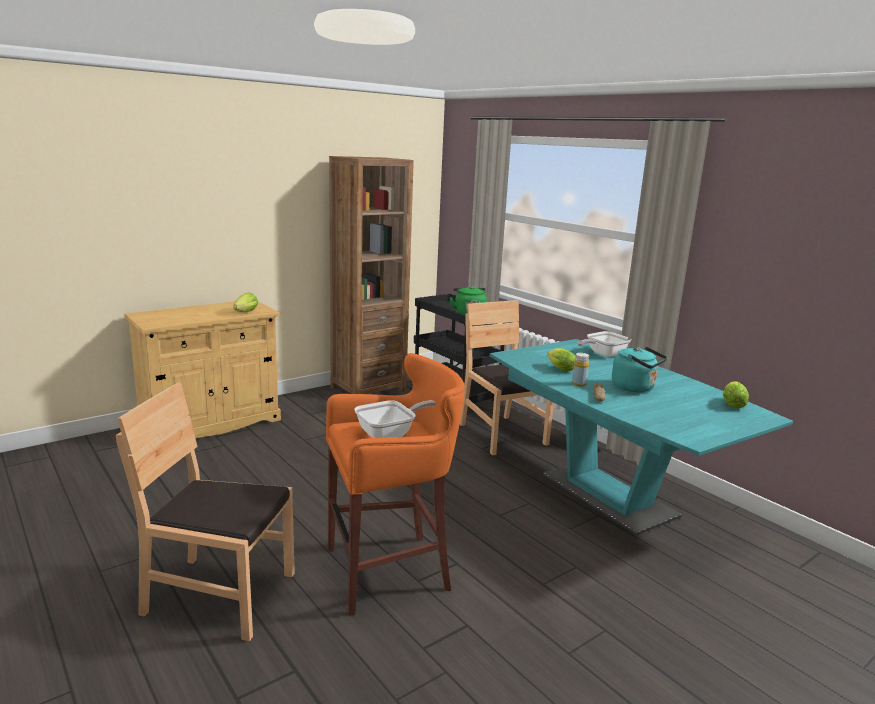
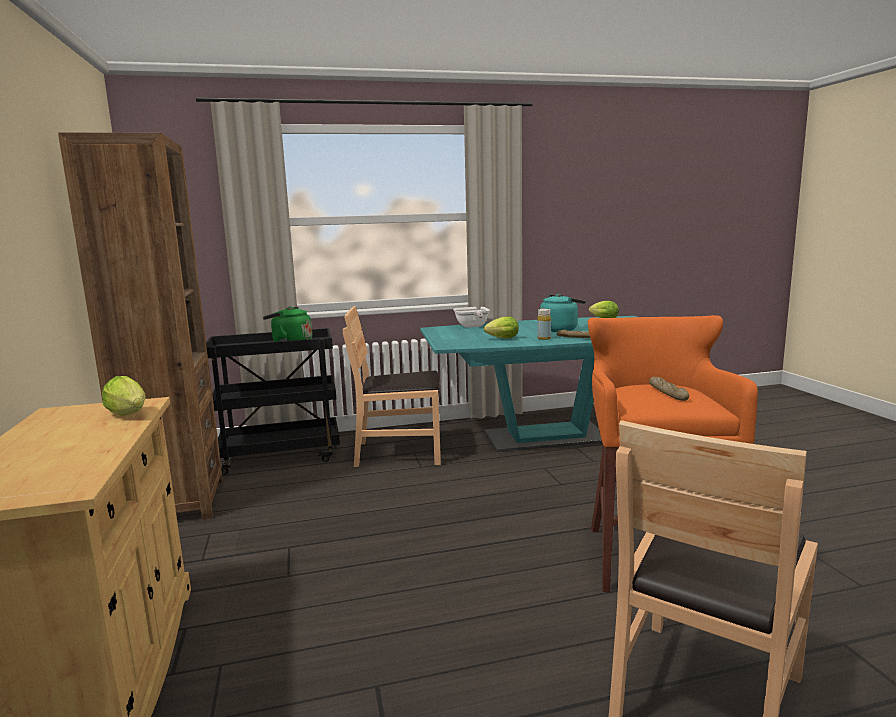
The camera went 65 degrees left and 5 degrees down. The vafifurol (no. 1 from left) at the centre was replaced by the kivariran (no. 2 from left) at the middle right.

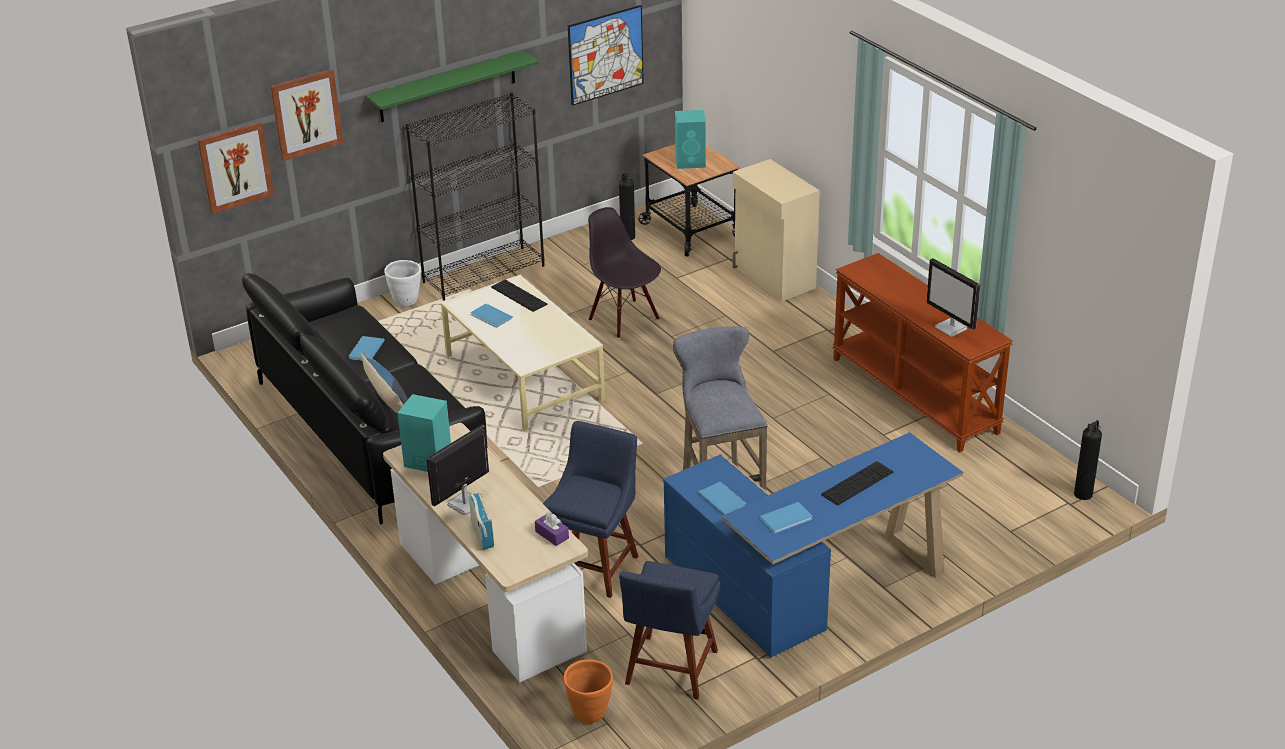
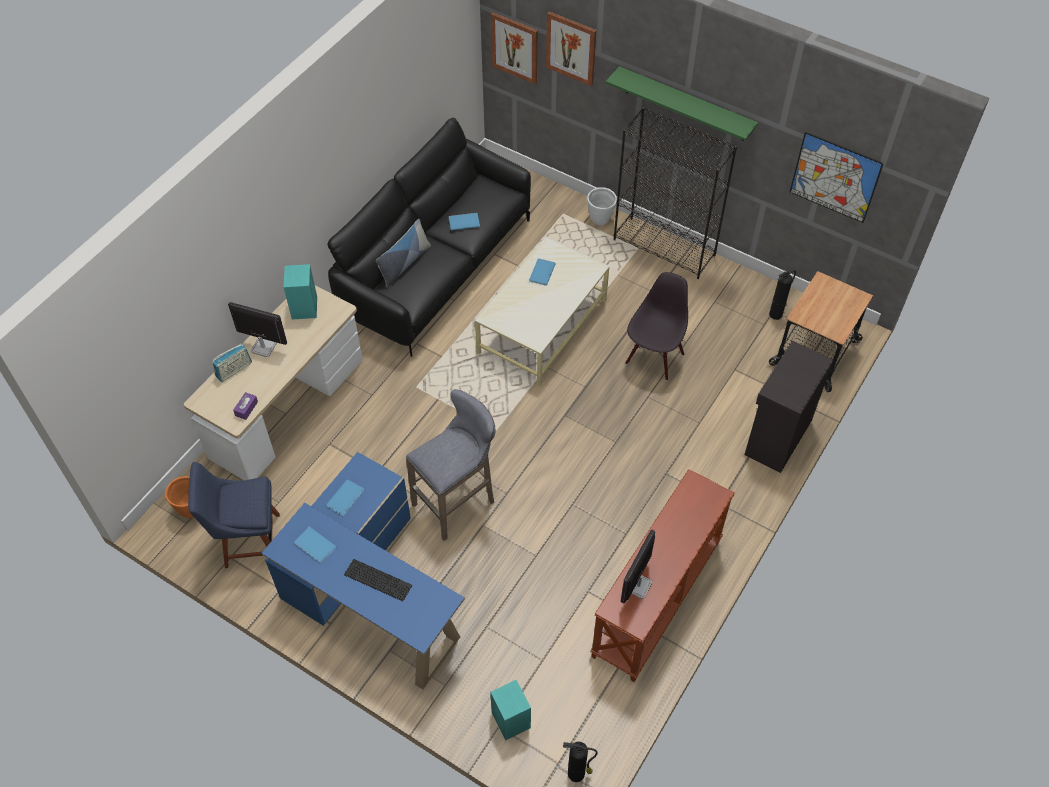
The camera went 65 degrees right and 20 degrees up. The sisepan (no. 1 from left) at the centre disappeared. The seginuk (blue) (no. 1 from left) at the bottom centre disappeared. The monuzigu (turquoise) (no. 2 from left) moved from the top centre to the bottom centre. The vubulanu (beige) at the top centre became the vubulanu (black) at the middle right.

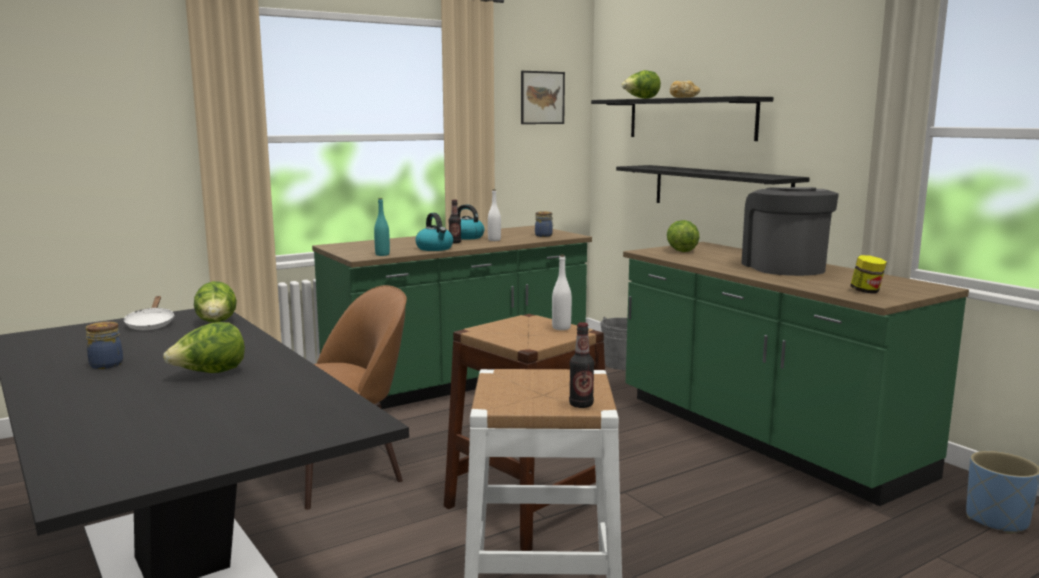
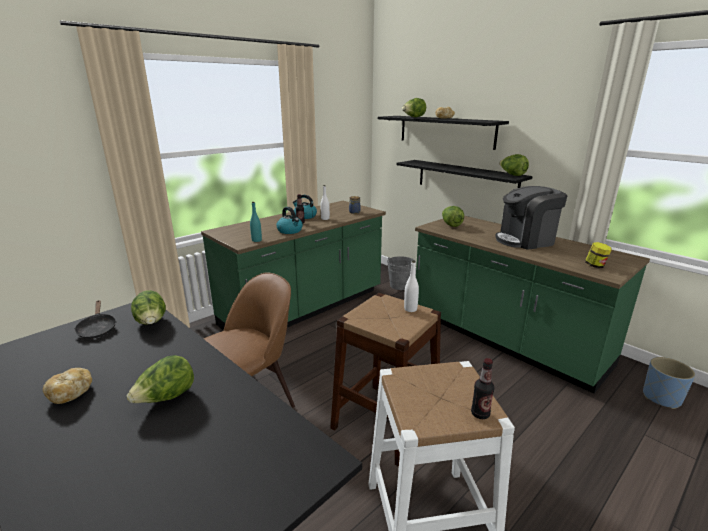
The camera went 10 degrees left and 10 degrees up. The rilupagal (no. 1 from left) at the middle left was replaced by the kivariran (no. 1 from left) at the bottom left. The vafifurol (white) at the middle left became the vafifurol (black) at the middle left. The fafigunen at the top centre disappeared. The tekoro at the middle right turned 90 degrees counterclockwise. The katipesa (no. 5 from left) at the top right appeared.

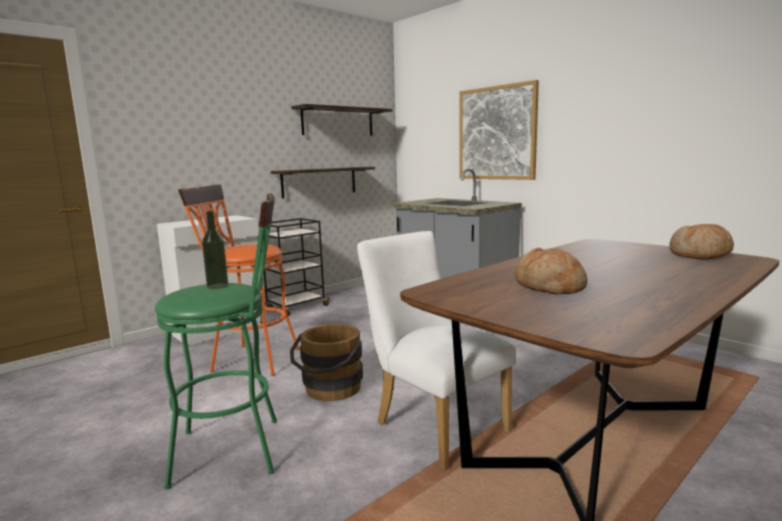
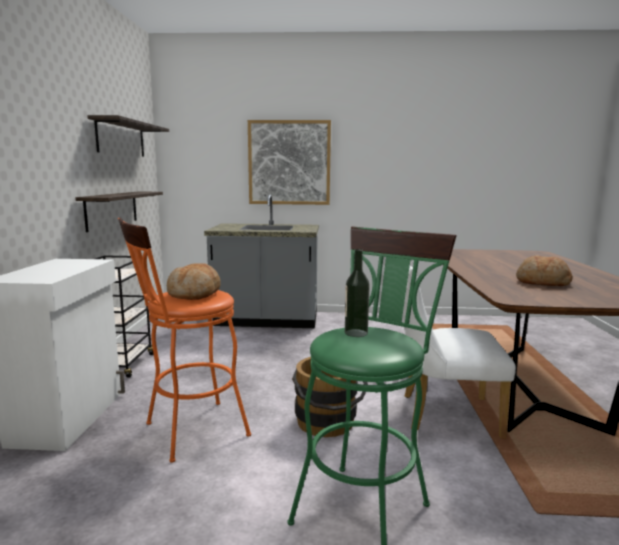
The camera went 45 degrees left and 0 degrees up. The kivariran (no. 2 from left in the first image) moved from the middle right to the middle left.

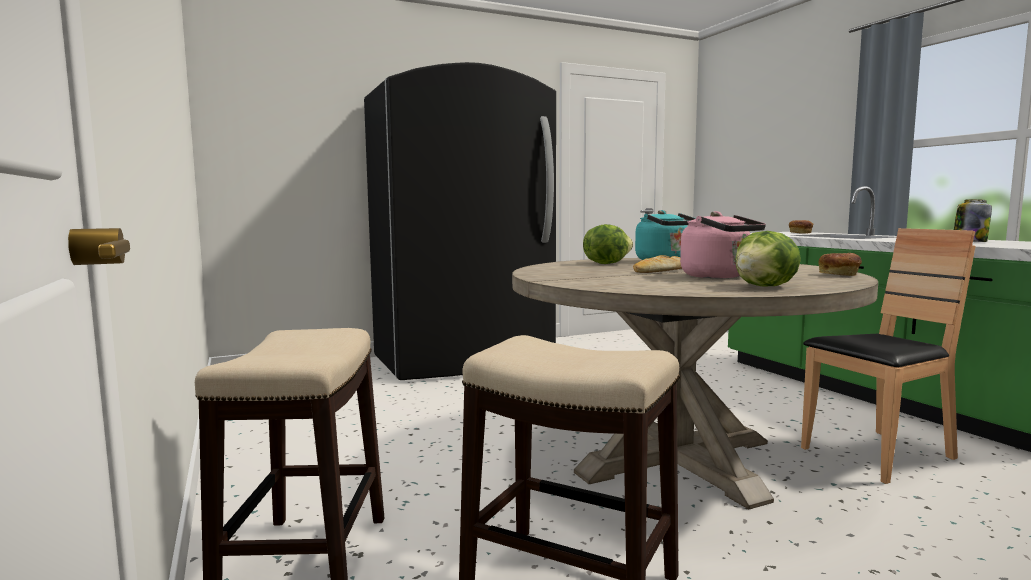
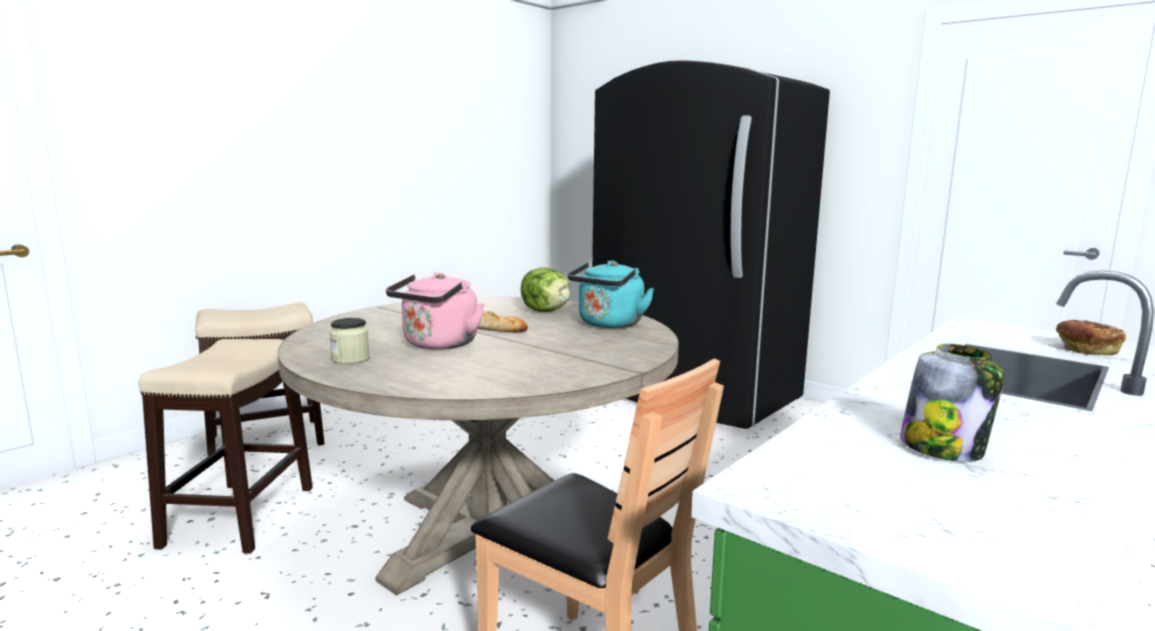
The camera went 65 degrees right and 5 degrees up. The katipesa (no. 2 from left) at the middle right was replaced by the rilupagal (no. 1 from left) at the middle left. The kivariran (no. 3 from left) at the middle right disappeared.

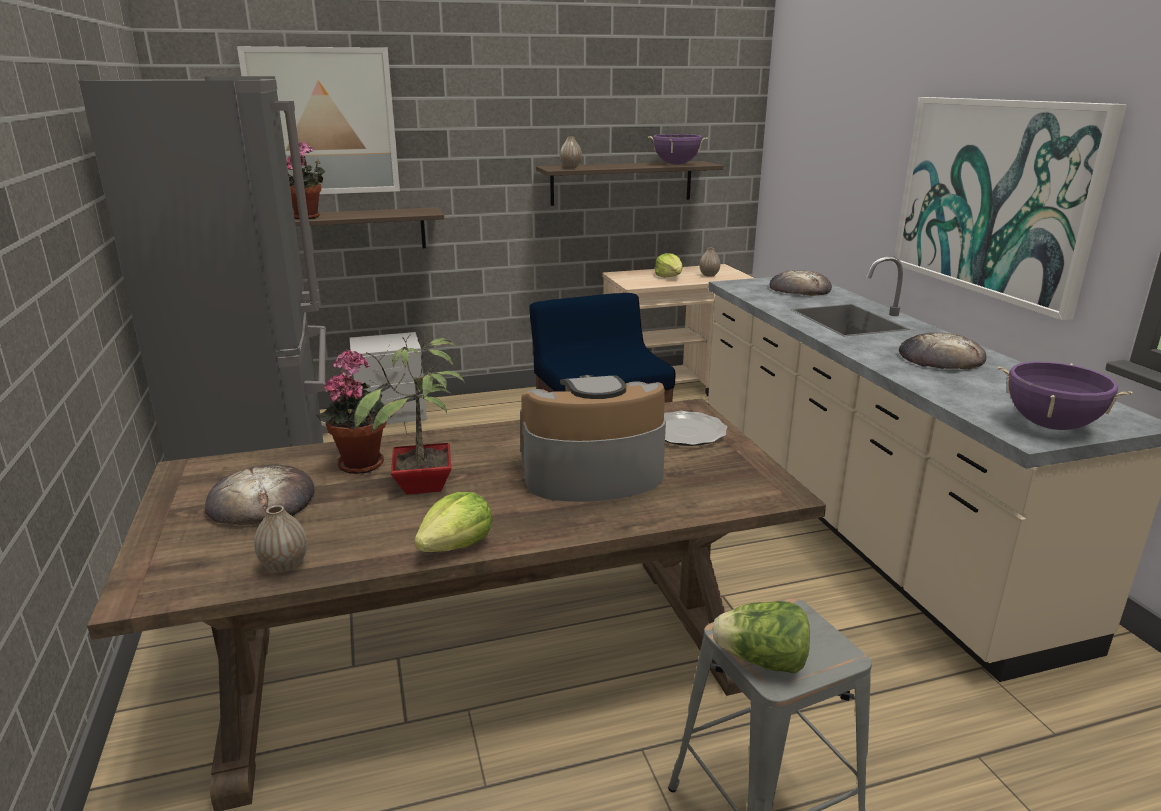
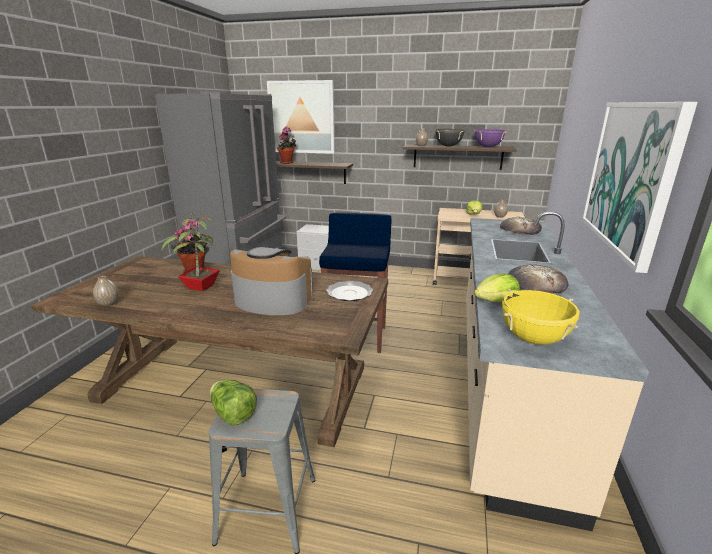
The camera went 30 degrees right and 0 degrees up. The kivariran (no. 1 from left) at the middle left disappeared. The katipesa (no. 1 from left in the first image) moved from the centre to the middle right. The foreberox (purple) (no. 2 from left) at the middle right became the foreberox (yellow) at the middle right. The foreberox (black) at the top centre appeared.

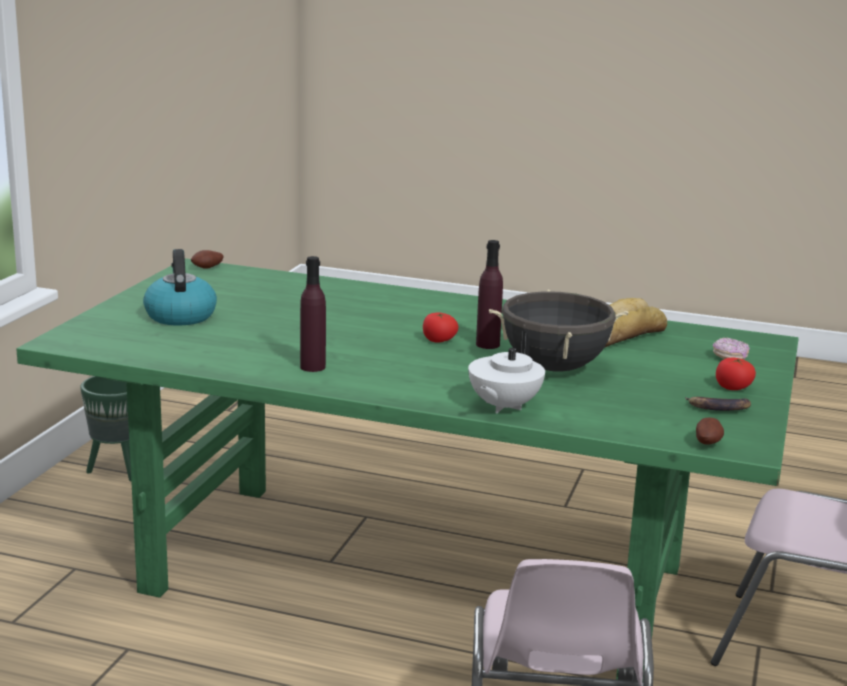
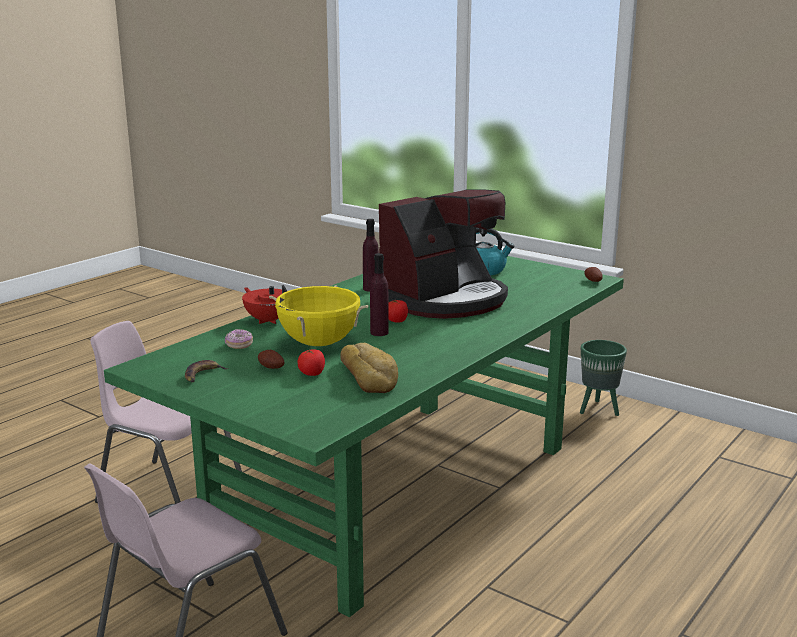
The camera went 110 degrees right and 0 degrees up. The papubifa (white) at the centre became the papubifa (red) at the middle left. The foreberox (black) at the centre became the foreberox (yellow) at the centre. The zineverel (no. 2 from left in the first image) moved from the middle right to the centre. The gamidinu moved from the middle right to the middle left. The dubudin (no. 2 from left in the first image) moved from the middle right to the centre. The tekoro at the centre appeared.

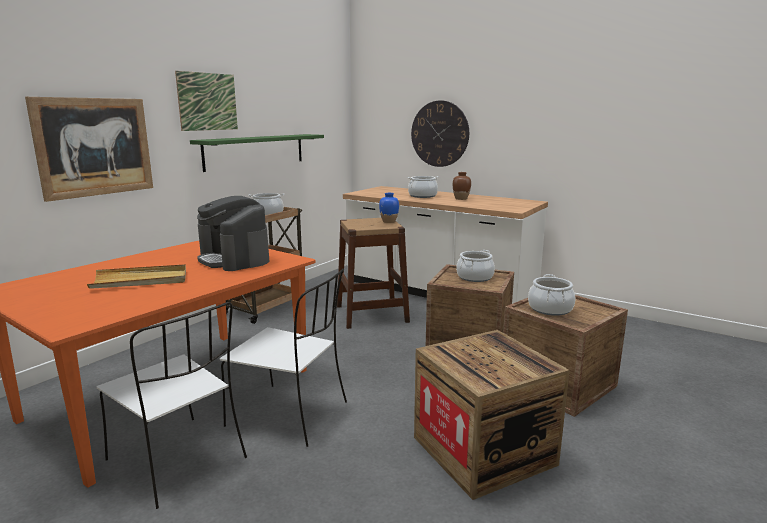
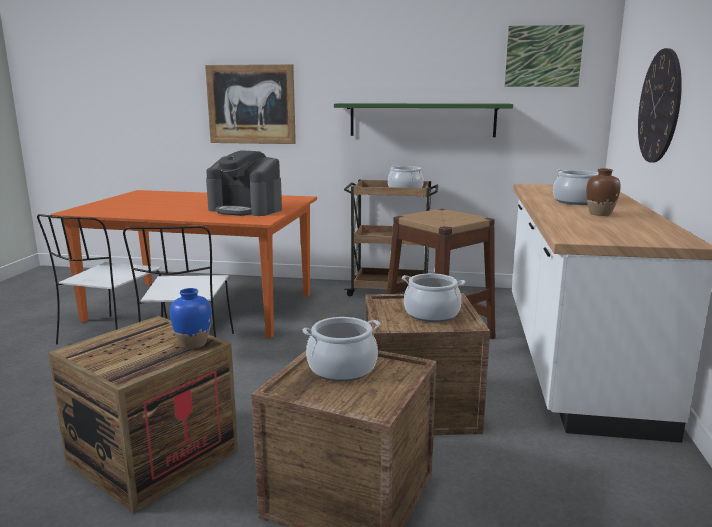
The camera went 65 degrees right and 0 degrees up. The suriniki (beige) at the middle left disappeared. The fafigunen (no. 2 from left) moved from the top left to the top right. The tekoro at the middle left turned 90 degrees counterclockwise. The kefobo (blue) moved from the centre to the middle left.

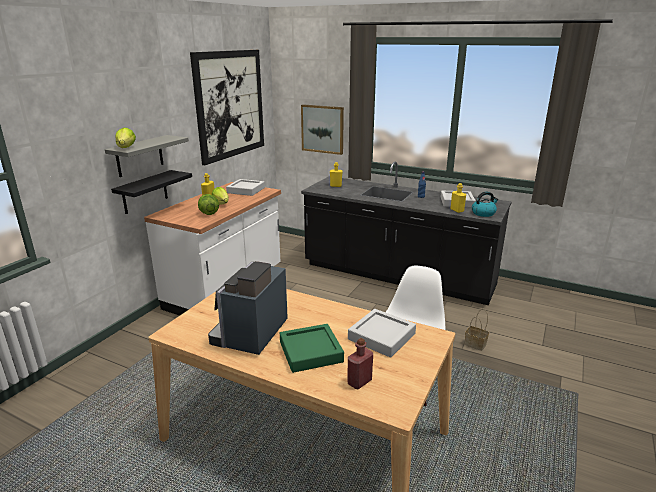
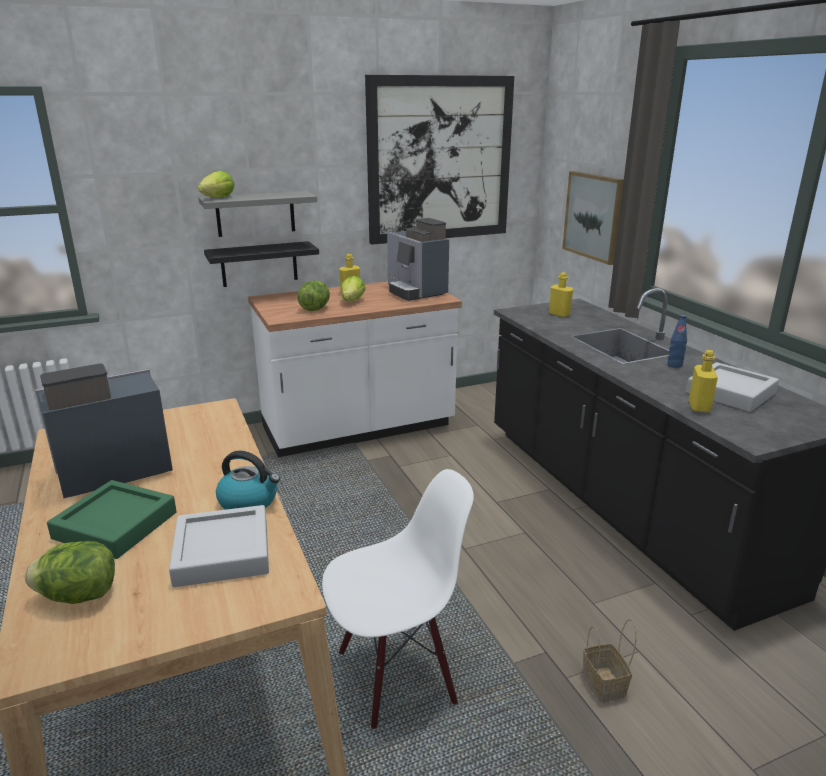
The camera went 40 degrees right and 0 degrees up. The suriniki (grey) (no. 1 from left) at the centre was replaced by the tekoro (no. 2 from left) at the centre. The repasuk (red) at the bottom centre was replaced by the katipesa (no. 1 from left) at the bottom left. The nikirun moved from the middle right to the middle left.

